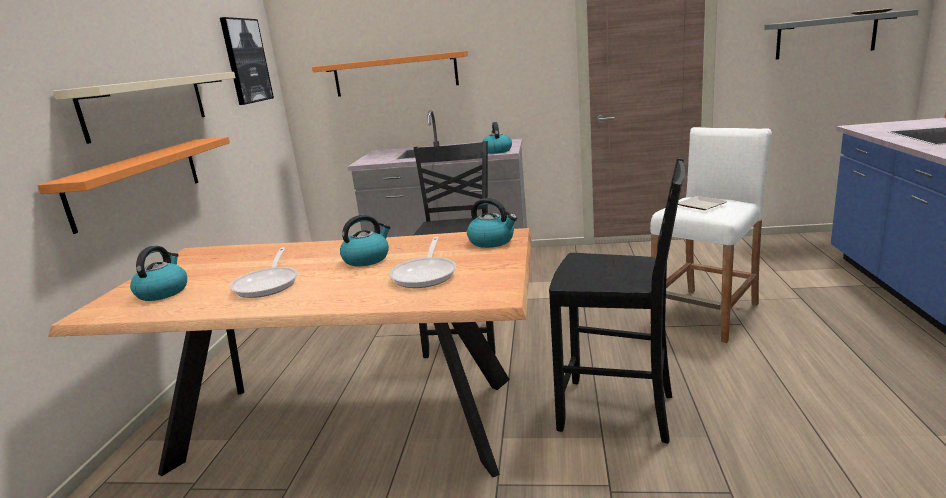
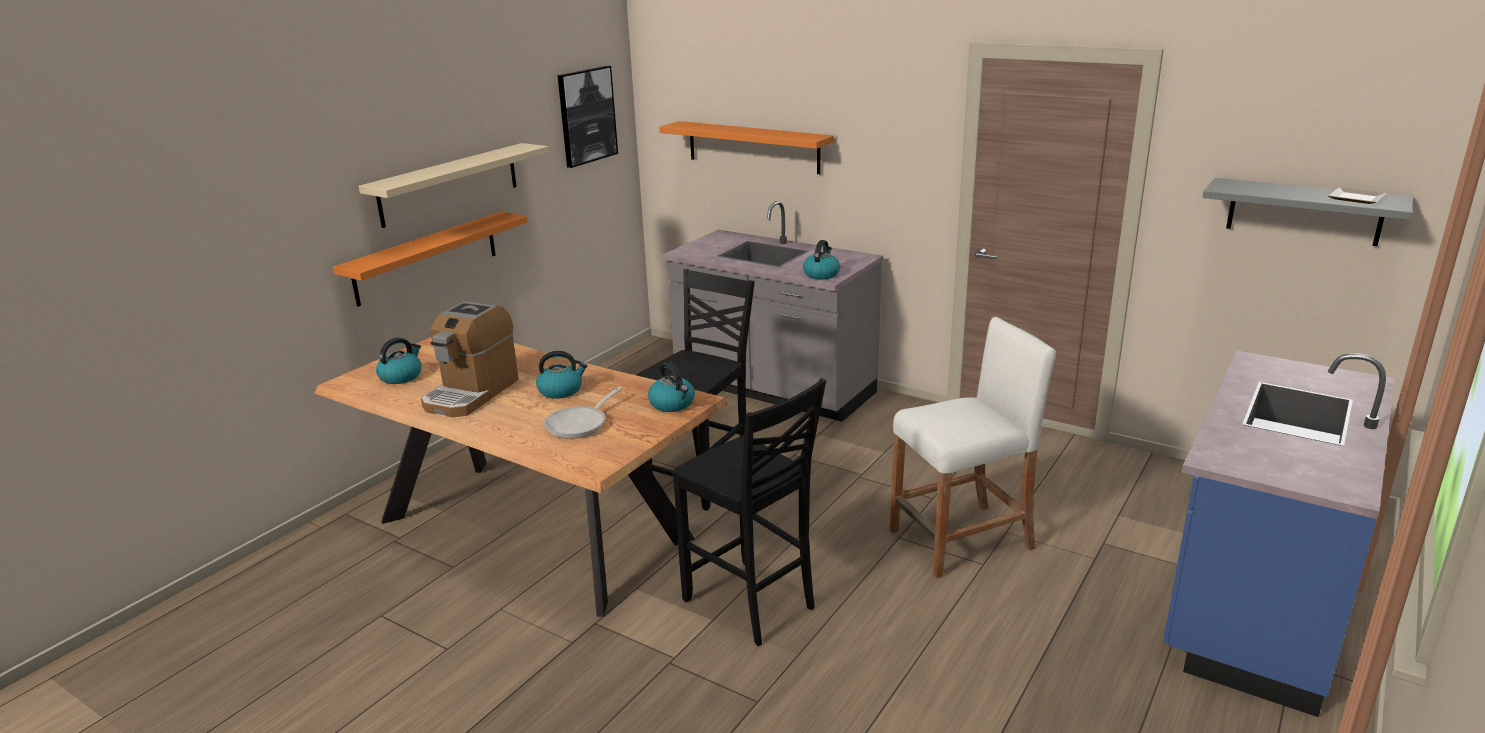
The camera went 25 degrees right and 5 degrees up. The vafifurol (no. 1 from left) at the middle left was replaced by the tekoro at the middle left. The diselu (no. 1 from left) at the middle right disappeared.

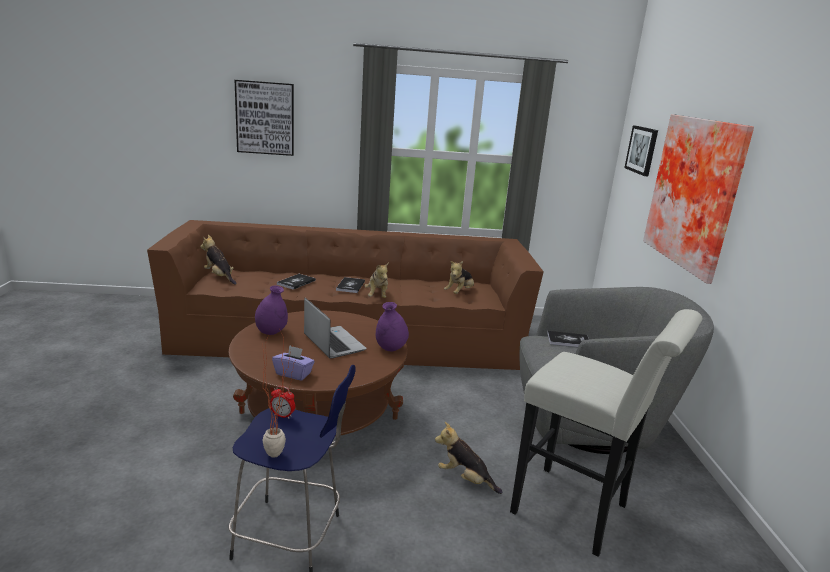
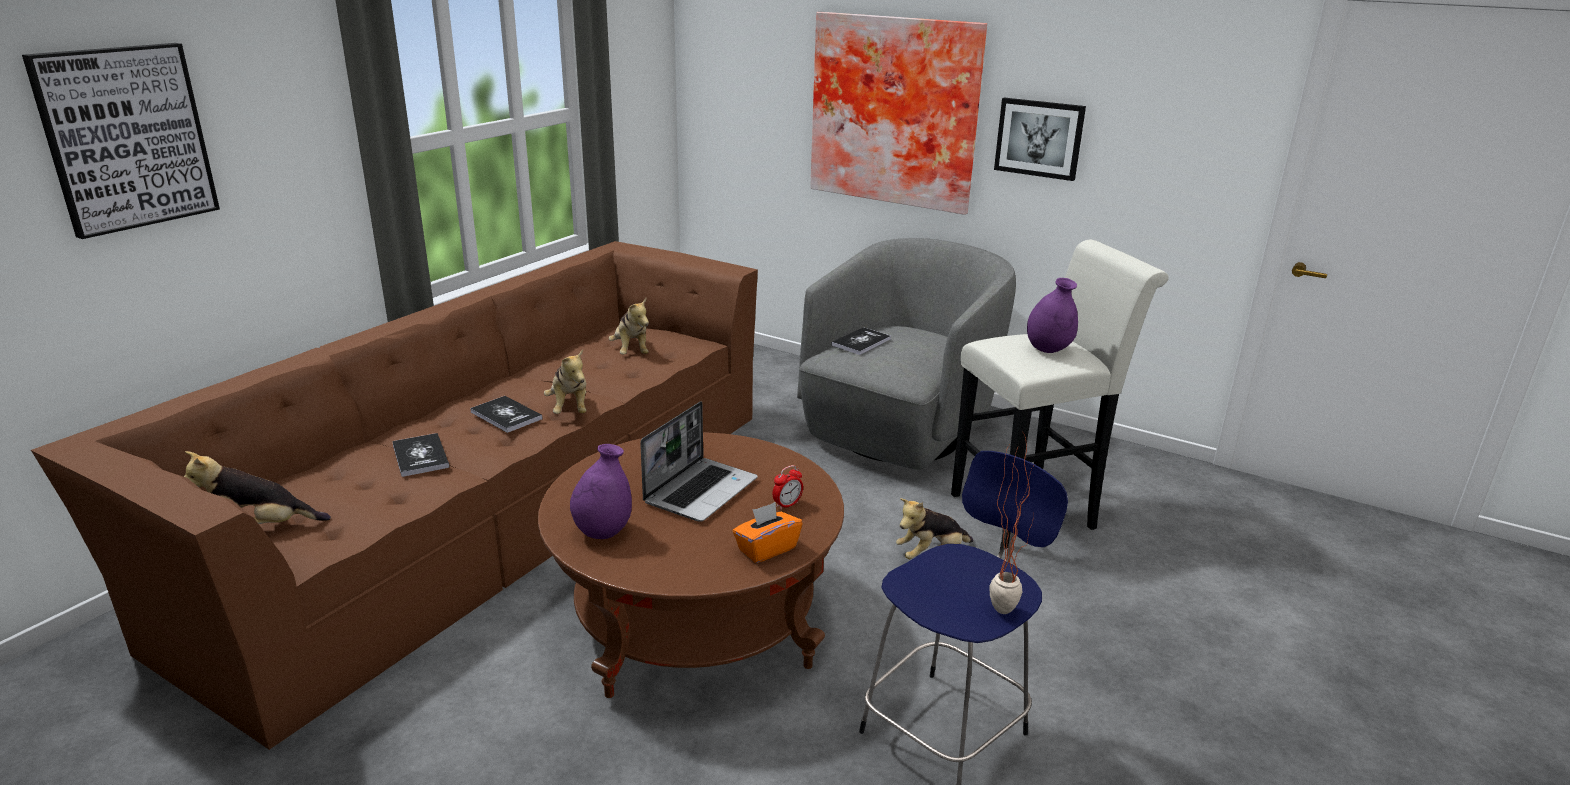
The camera went 55 degrees left and 5 degrees up. The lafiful moved from the bottom centre to the centre. The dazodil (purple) at the centre became the dazodil (orange) at the bottom centre. The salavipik at the centre turned 120 degrees clockwise. The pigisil (no. 2 from left) at the centre turned 45 degrees clockwise. The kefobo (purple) (no. 2 from left) moved from the centre to the middle right. The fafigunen (no. 2 from left in the first image) moved from the top right to the top centre.

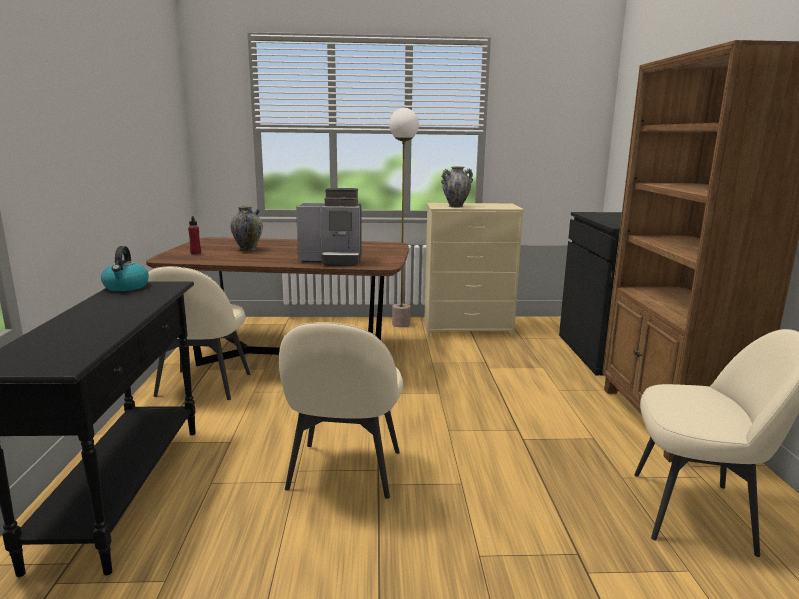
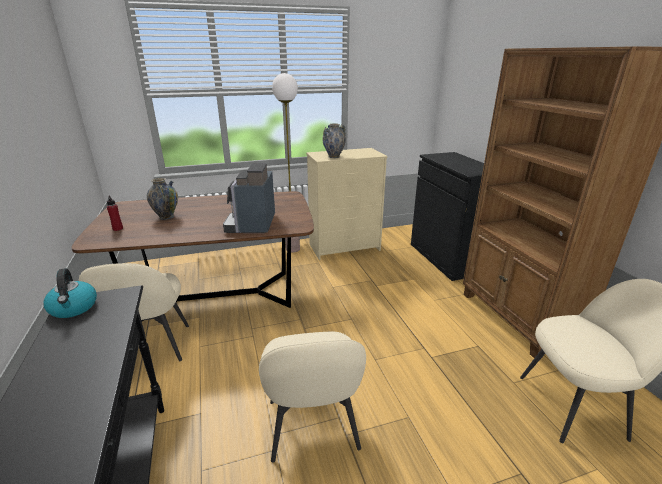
The camera went 15 degrees left and 10 degrees up. The tekoro at the centre turned 105 degrees clockwise.

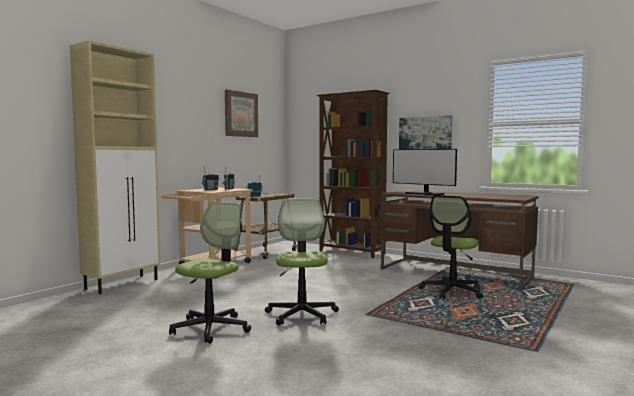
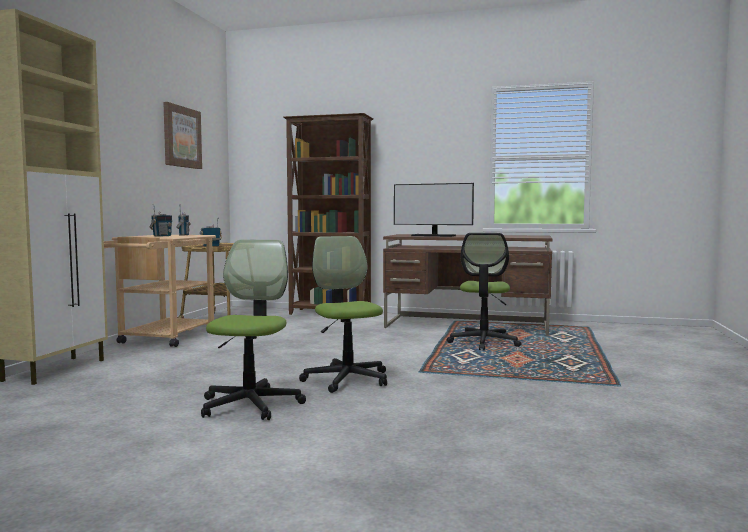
The camera went 20 degrees left and 0 degrees up. The fafigunen (no. 2 from left) at the middle right disappeared.

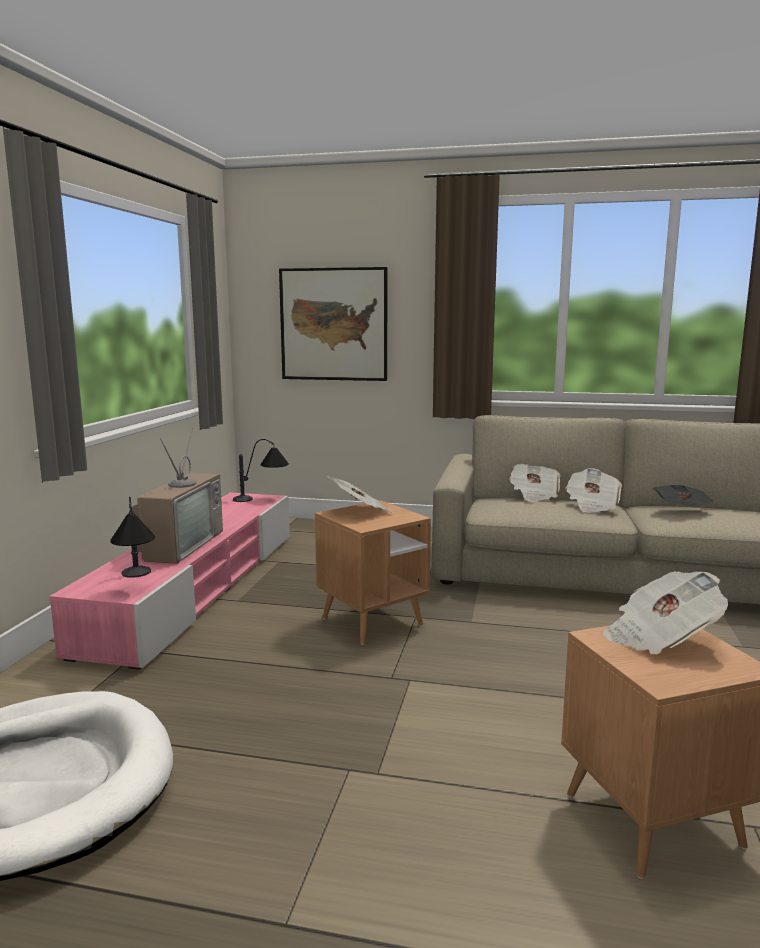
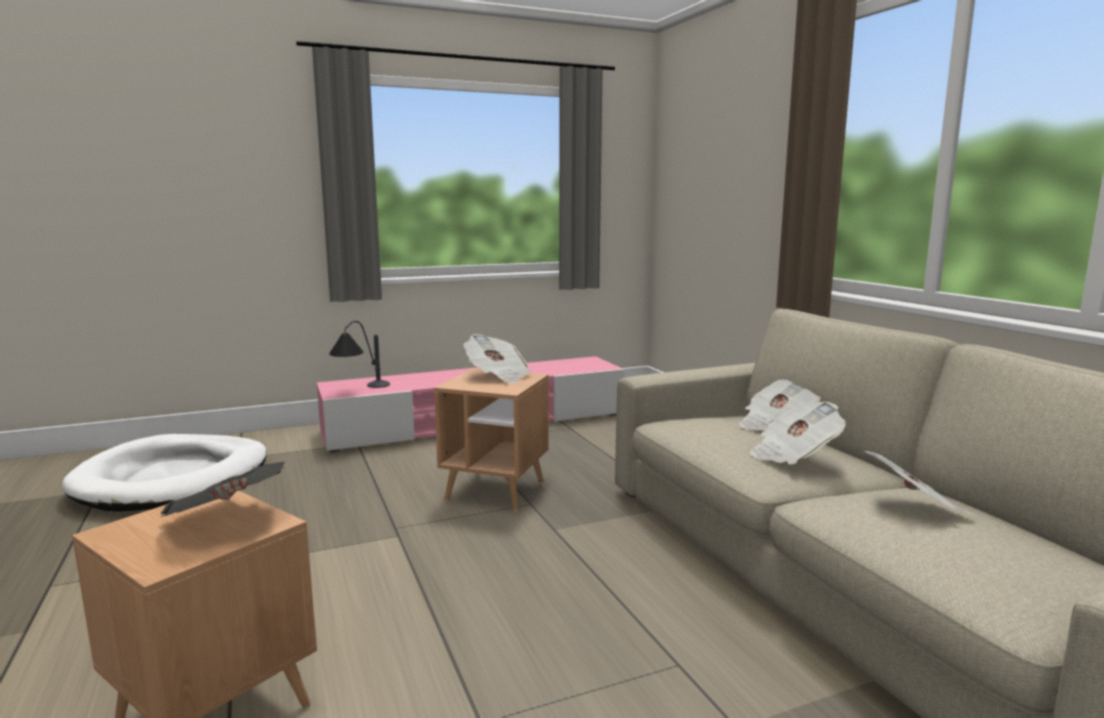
The camera went 55 degrees right and 0 degrees up. The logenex at the middle left disappeared. The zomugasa (no. 2 from left) at the centre disappeared. The fafigunen at the centre disappeared.

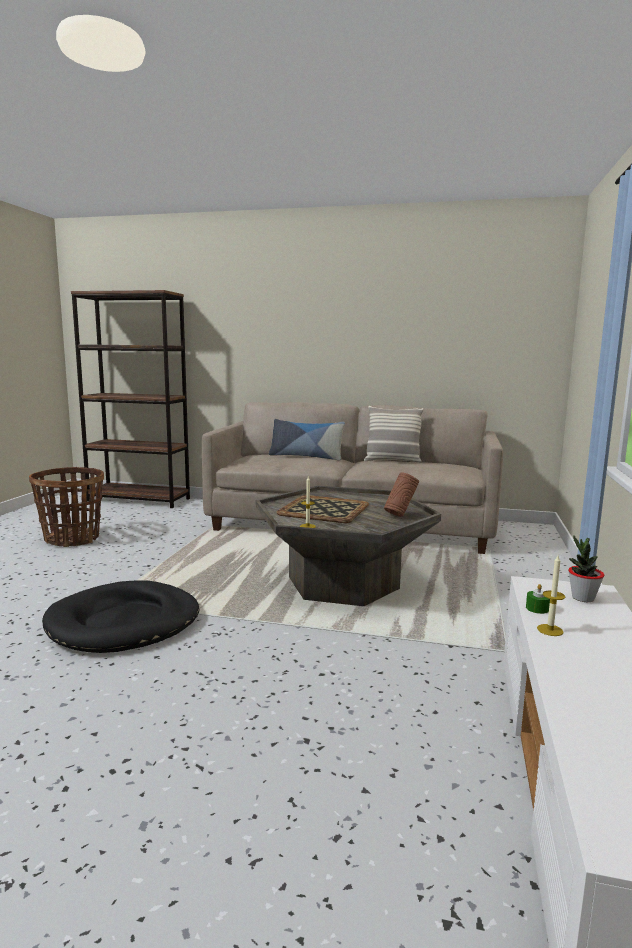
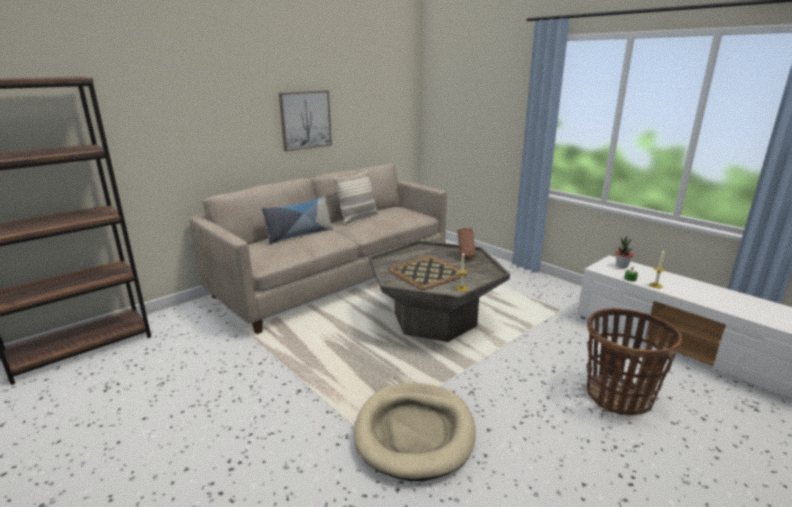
The camera went 55 degrees left and 10 degrees up. The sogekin moved from the middle left to the bottom right. The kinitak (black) at the middle left became the kinitak (beige) at the bottom centre. The fafigunen at the top centre appeared.

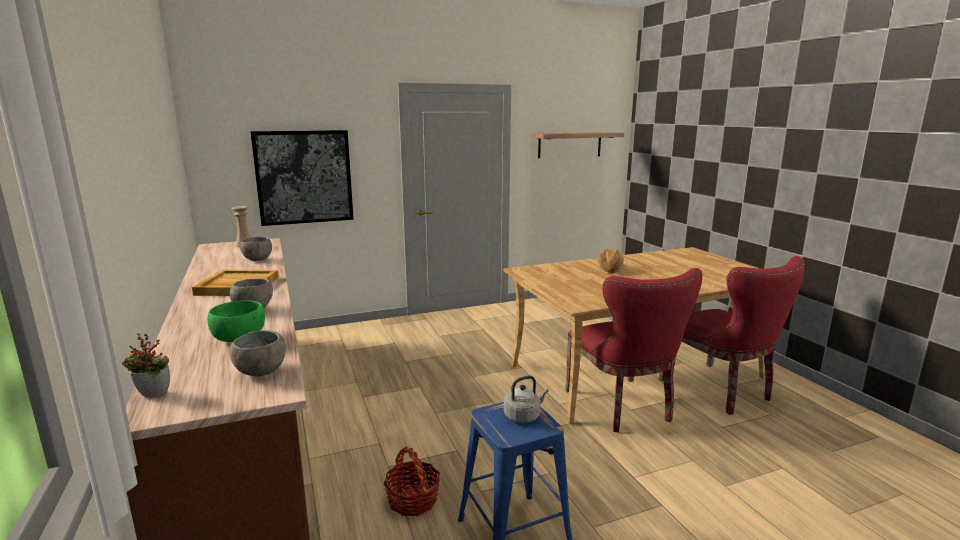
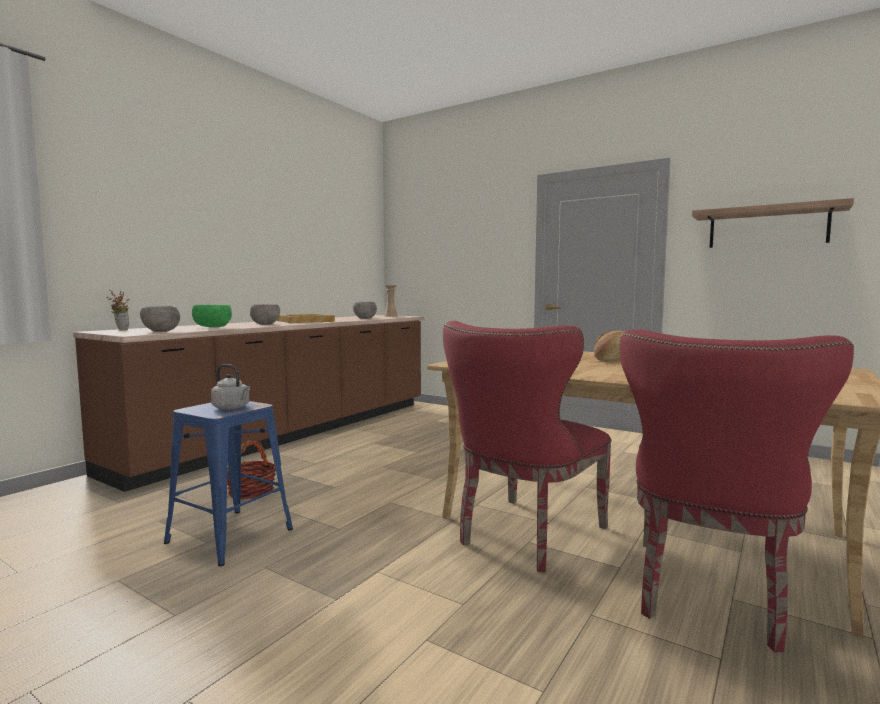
The camera went 55 degrees right and 10 degrees down. The fafigunen at the top left disappeared.

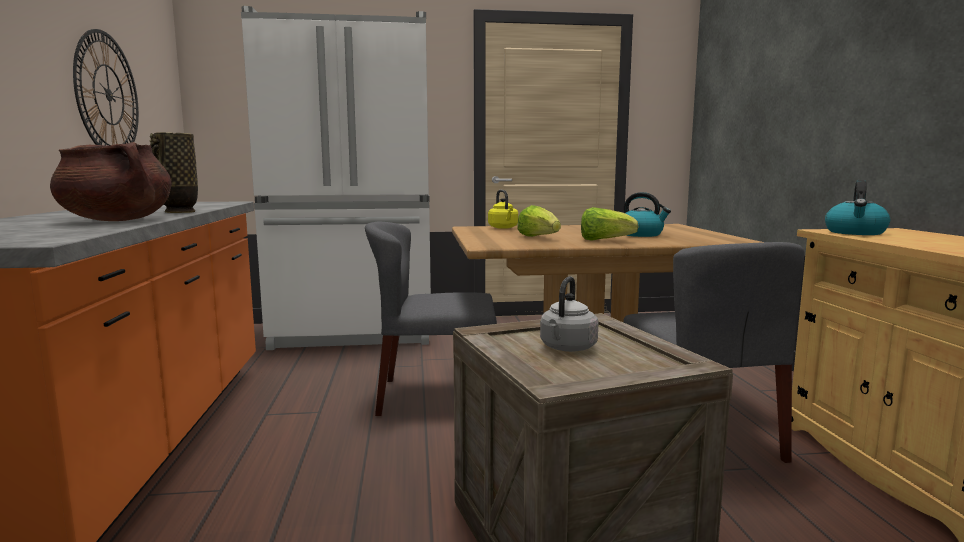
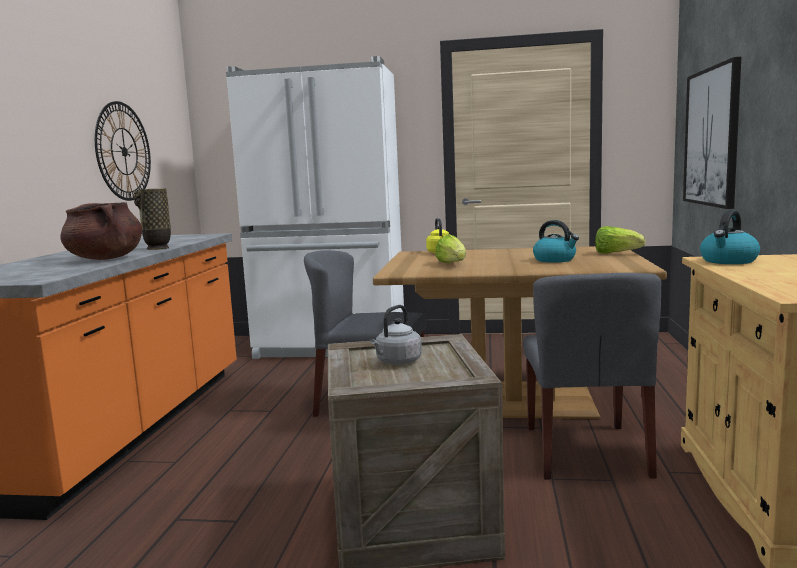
The camera went 15 degrees right and 0 degrees up. The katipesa (no. 2 from left) moved from the centre to the middle right. The fafigunen at the top right appeared.

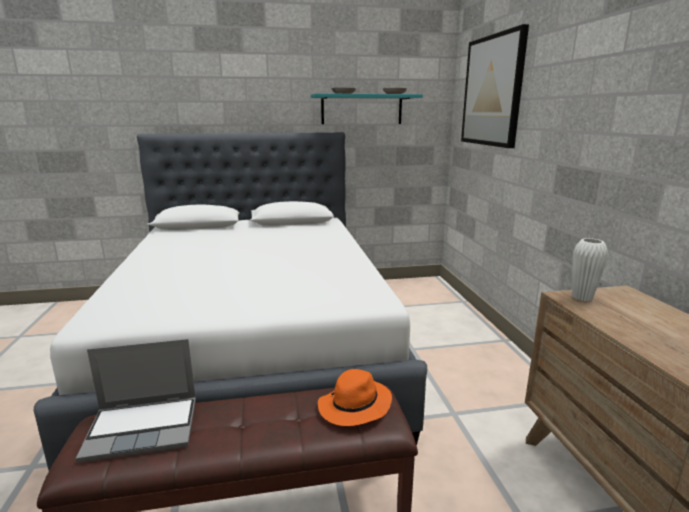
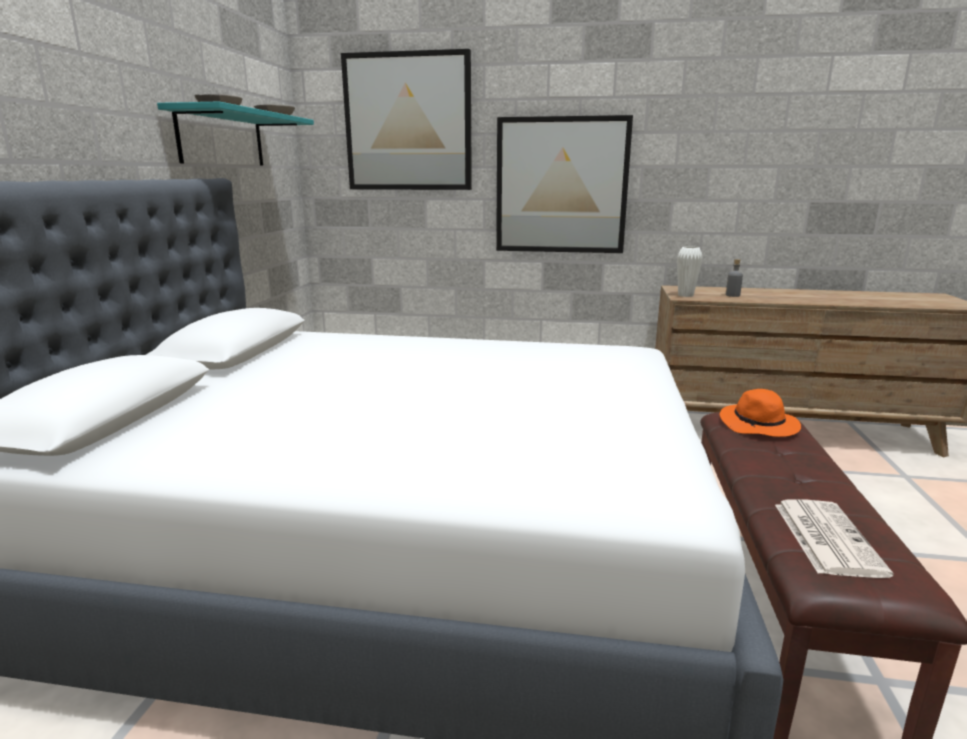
The camera went 70 degrees left and 0 degrees up. The salavipik at the bottom left was replaced by the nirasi at the bottom right. The fafigunen (no. 2 from left) at the top centre appeared. The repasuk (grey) at the middle right appeared.

